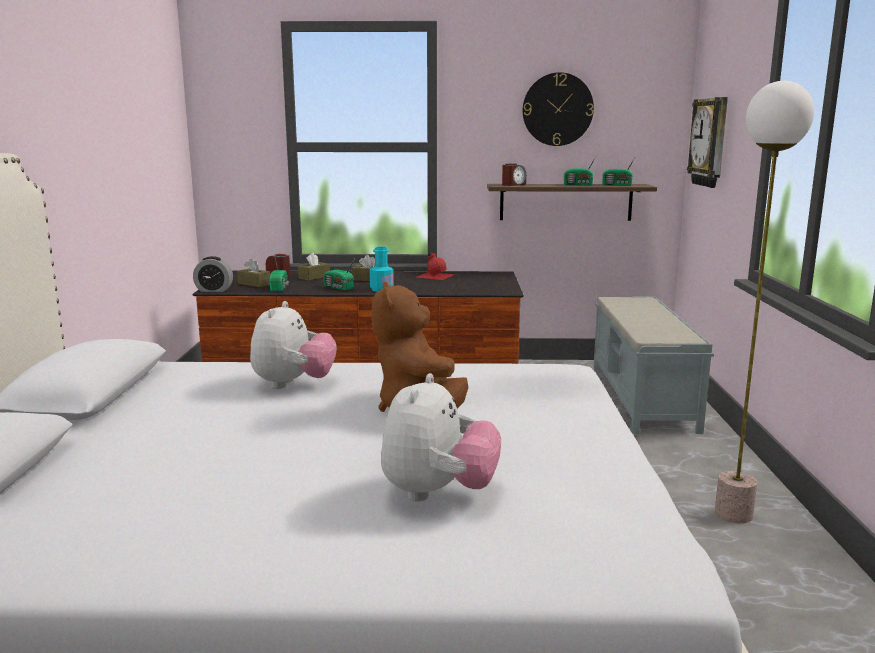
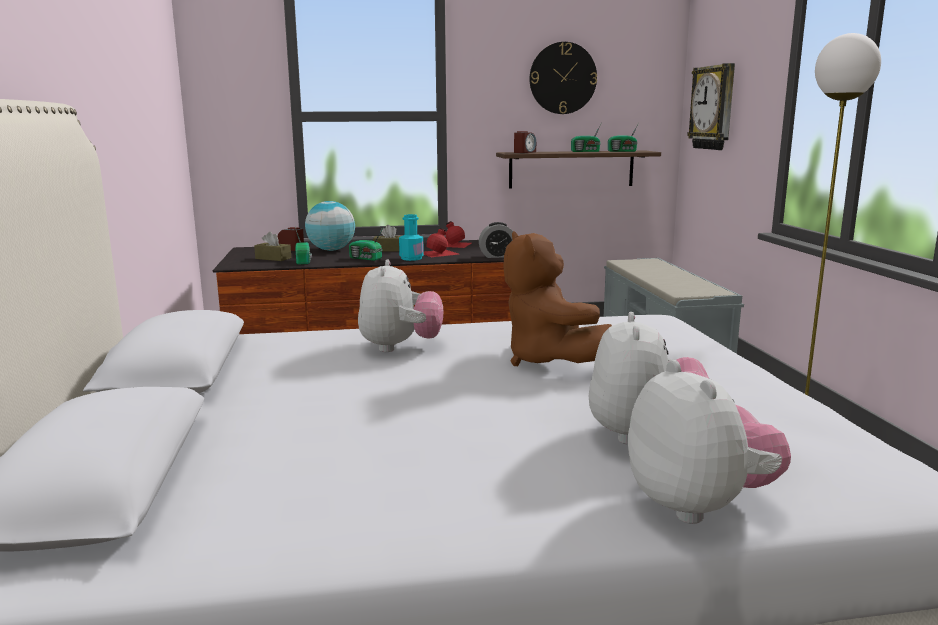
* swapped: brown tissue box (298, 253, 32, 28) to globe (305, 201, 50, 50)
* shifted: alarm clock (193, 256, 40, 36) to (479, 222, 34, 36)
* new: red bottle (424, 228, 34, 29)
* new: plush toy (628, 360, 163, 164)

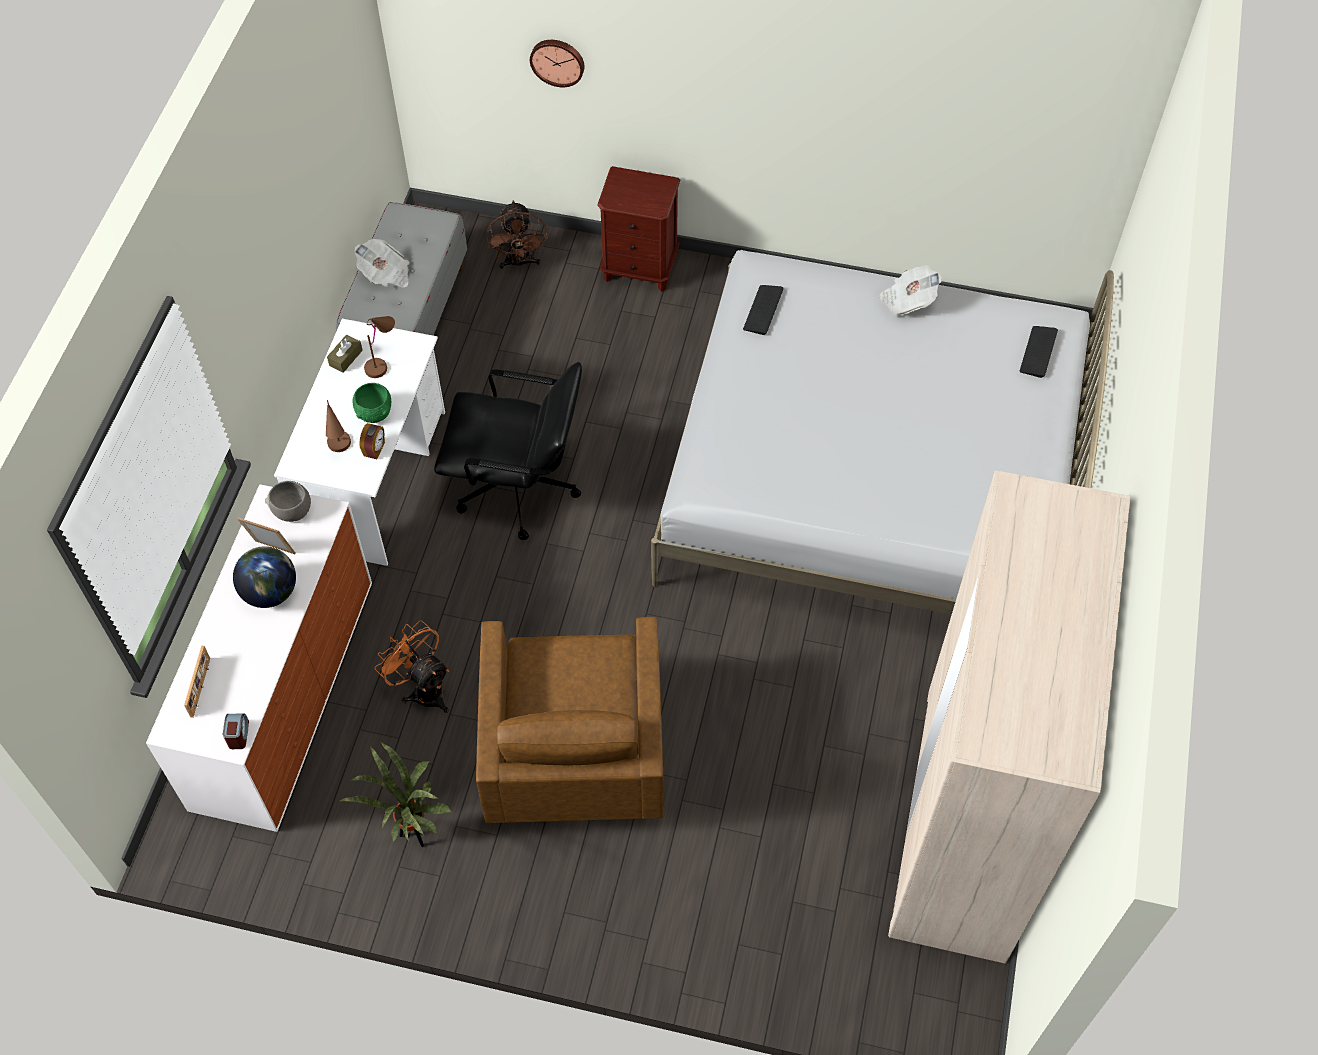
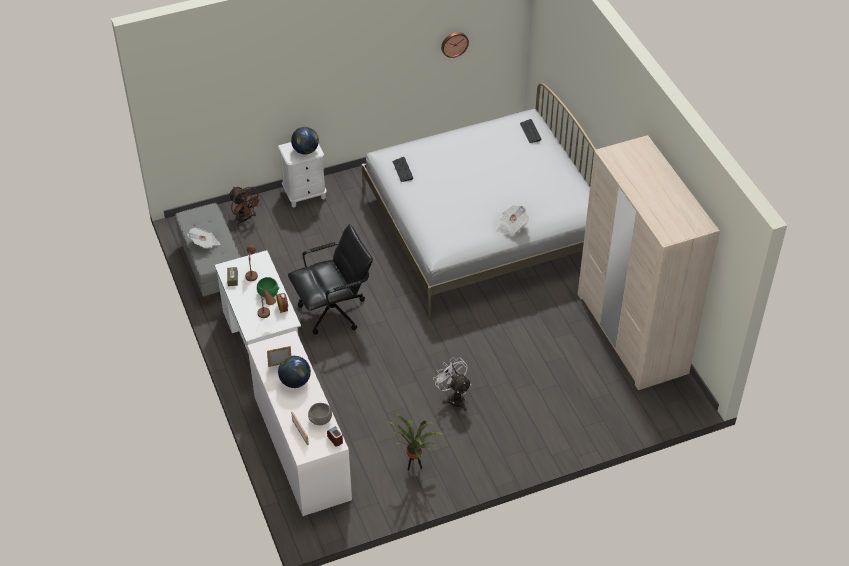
* shifted: wall clock (530, 40, 55, 47) to (441, 32, 28, 26)
* repainted: brown nightstand (597, 166, 83, 126) to white nightstand (278, 142, 49, 66)
* shifted: newspaper (879, 265, 63, 51) to (498, 205, 31, 31)
* shifted: grey bowl (265, 481, 46, 41) to (308, 403, 24, 22)
* swapped: brown armchair (476, 617, 187, 206) to white fan (433, 357, 38, 54)
* gone: orange fan (375, 620, 74, 93)
* new: globe (291, 127, 28, 27)

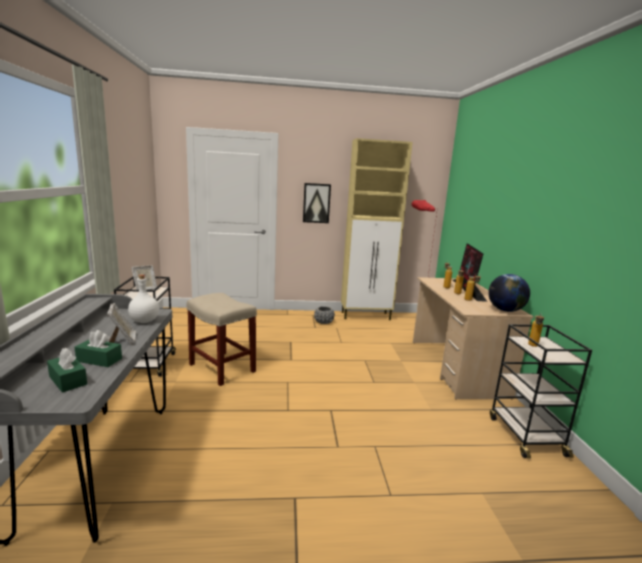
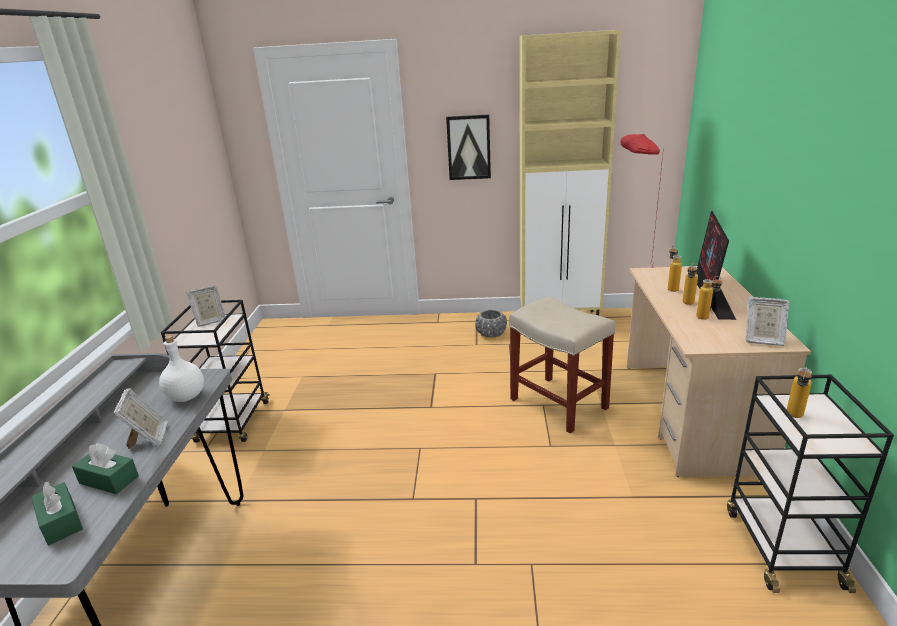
* swapped: globe (488, 274, 42, 38) to picture frame (746, 297, 43, 49)
* shifted: beige stool (187, 293, 70, 93) to (509, 297, 106, 136)

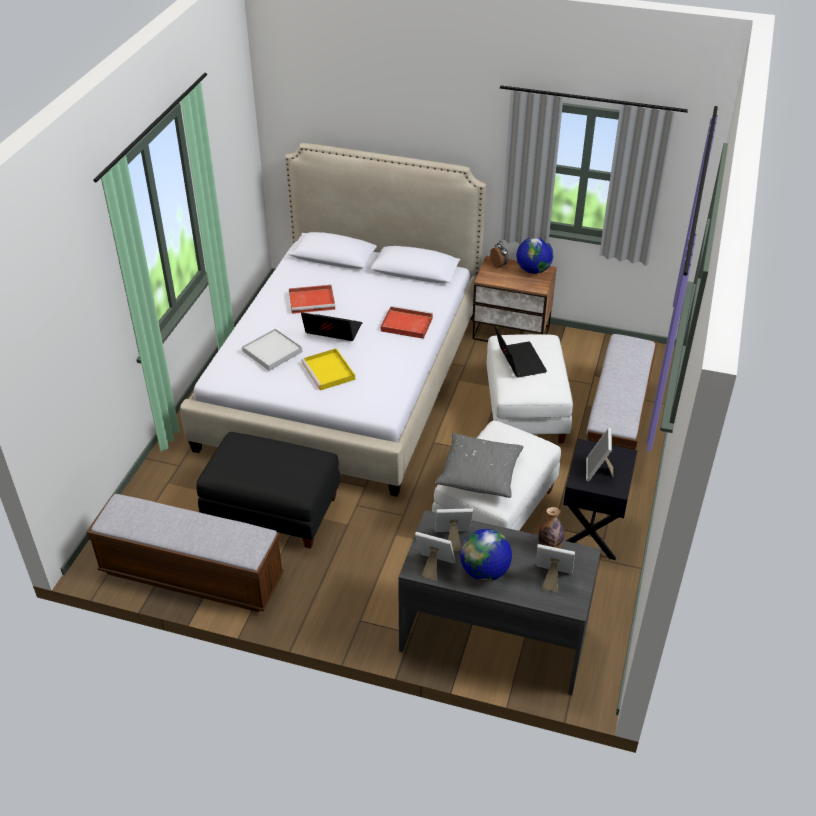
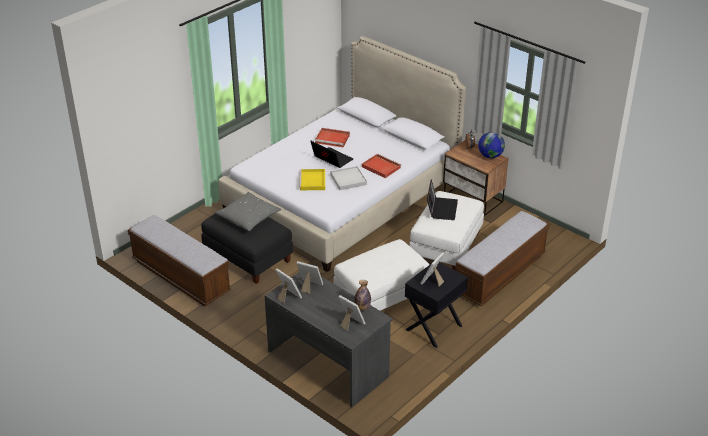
* shifted: white tray (242, 329, 60, 42) to (330, 166, 37, 24)
* shifted: grey pillow (435, 433, 89, 65) to (215, 192, 67, 39)
* gone: globe (460, 529, 52, 52)

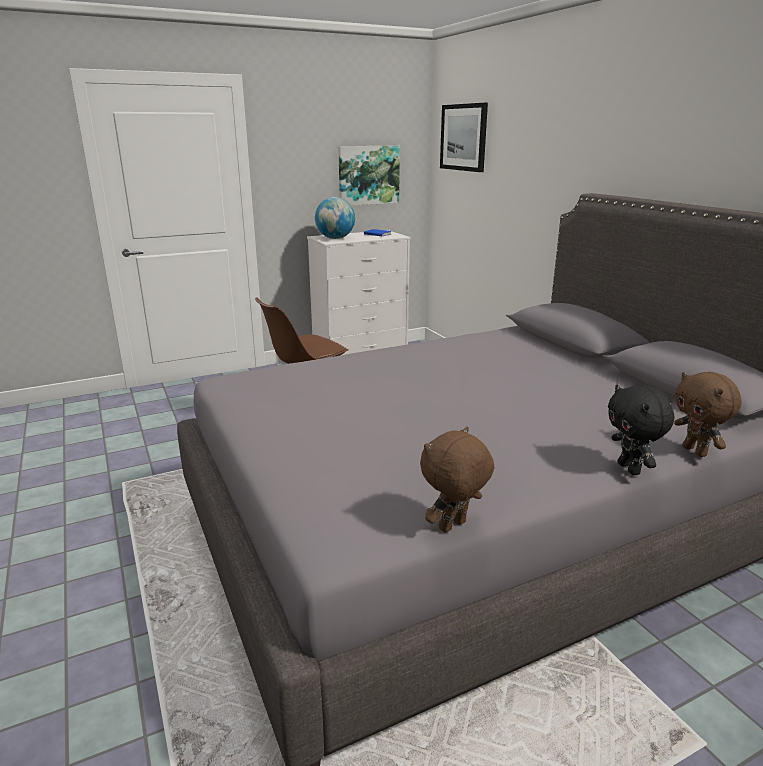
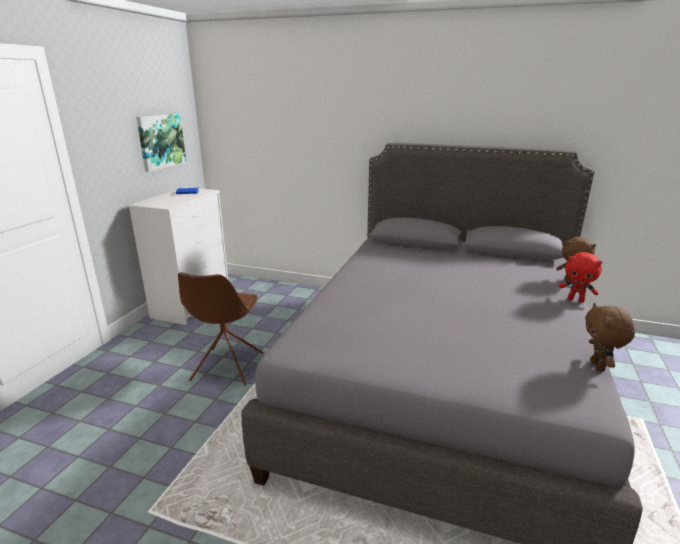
* gone: picture (440, 103, 48, 69)
* gone: globe (315, 197, 40, 42)
* repainted: black plush toy (608, 385, 66, 90) to red plush toy (559, 252, 43, 51)

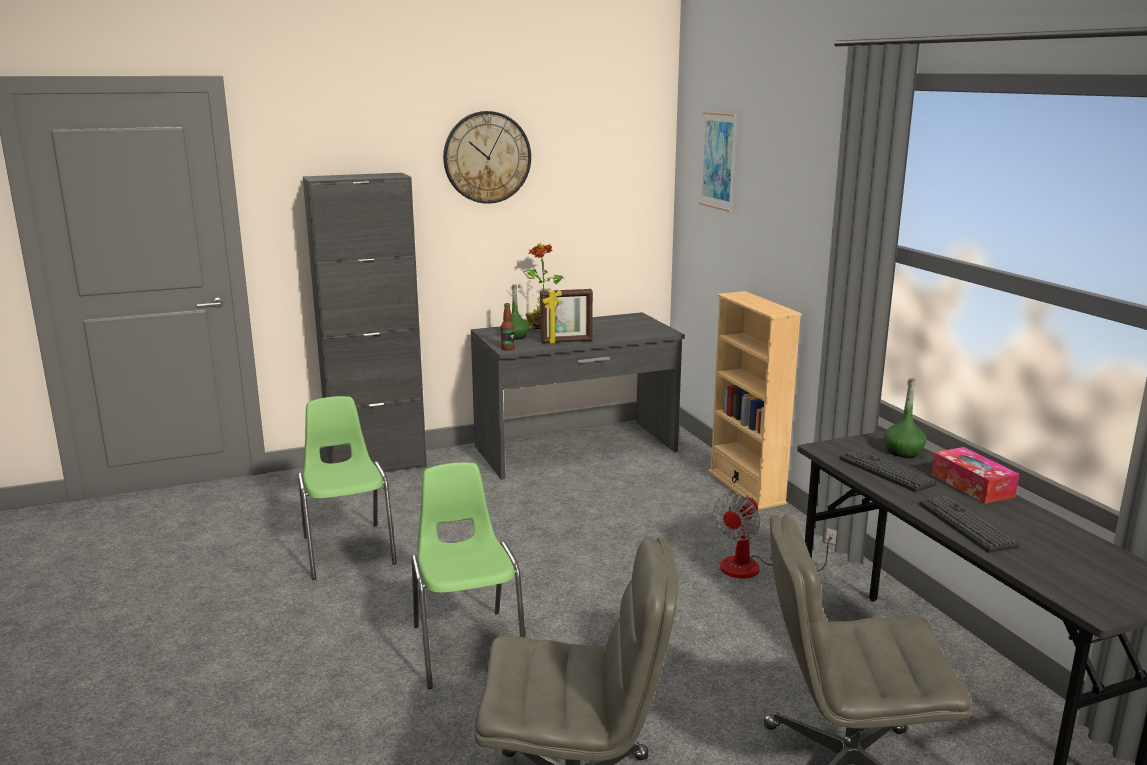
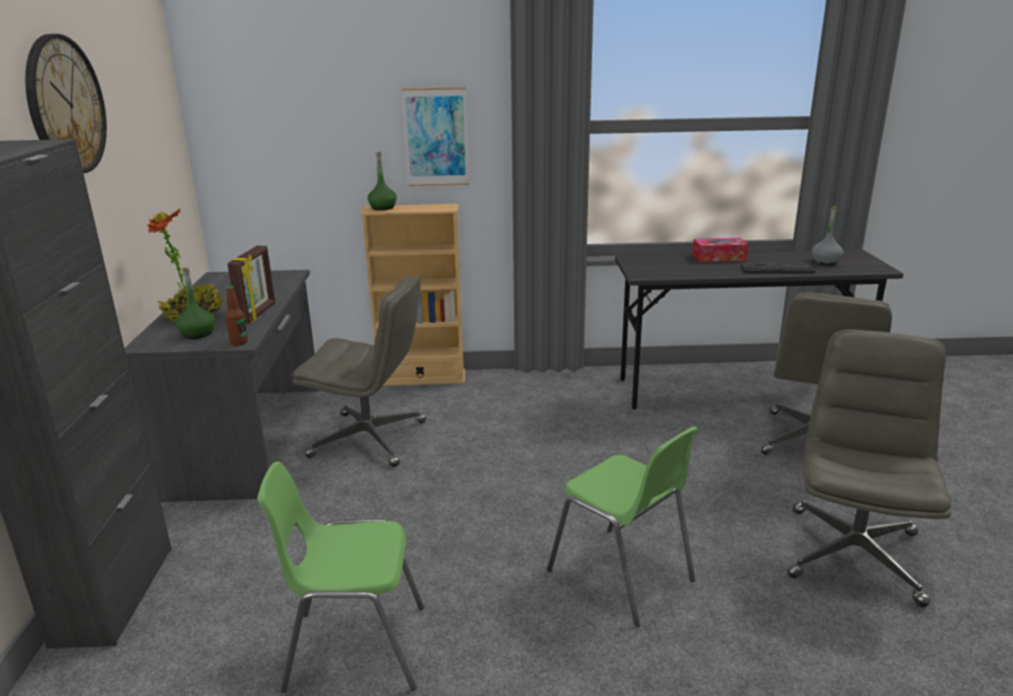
* shifted: picture (700, 112, 37, 100) to (402, 87, 67, 99)
* shifted: green bottle (884, 378, 43, 80) to (368, 152, 29, 58)
* gone: keyboard (839, 449, 97, 43)
* rotated: green chair (412, 462, 113, 227) = (547, 426, 151, 201) 135 degrees counterclockwise
* gone: fan (713, 493, 124, 86)
* new: grey bottle (811, 206, 32, 59)
* new: grey office chair (293, 275, 133, 192)

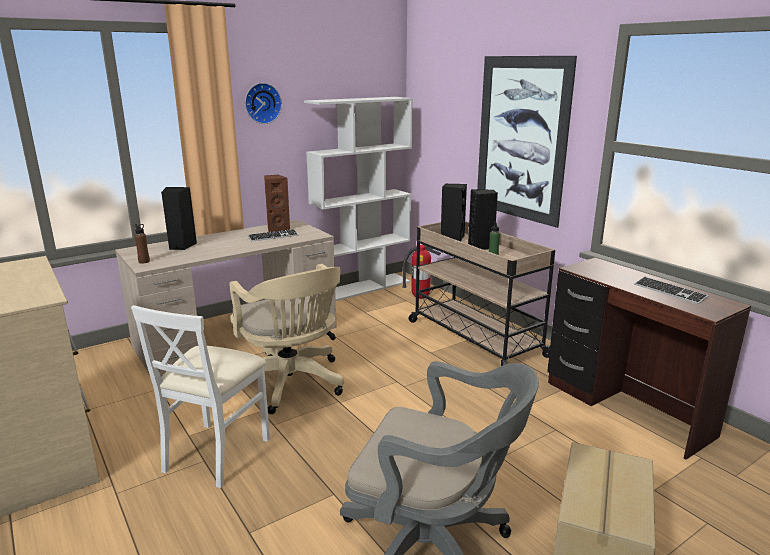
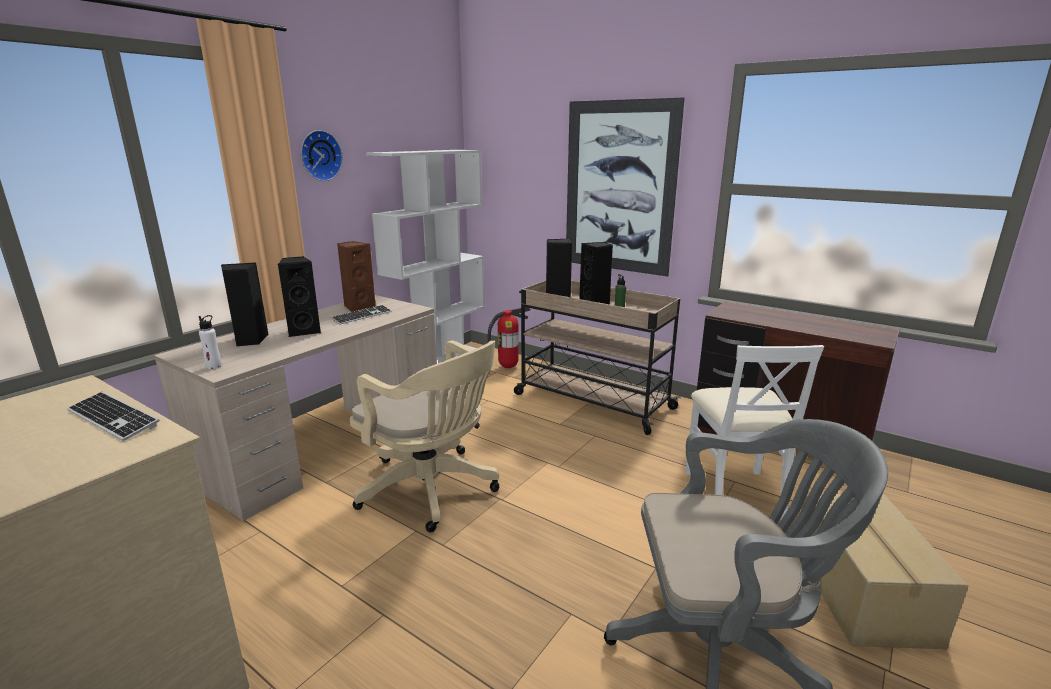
* repainted: brown bottle (135, 224, 15, 40) to white bottle (199, 315, 23, 54)
* shifted: keyboard (634, 277, 75, 27) to (67, 392, 93, 49)
* shifted: white chair (131, 305, 139, 183) to (685, 345, 139, 175)
* new: black speaker (278, 256, 43, 81)

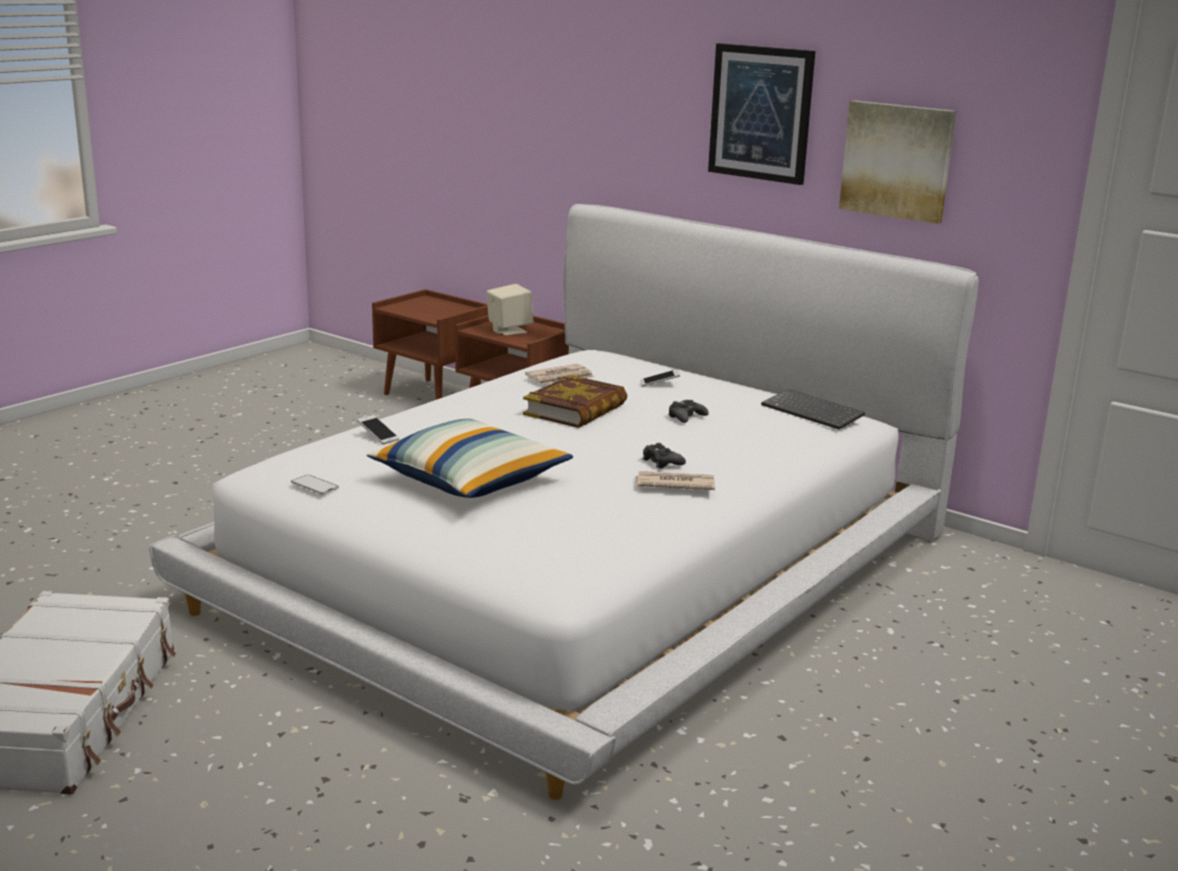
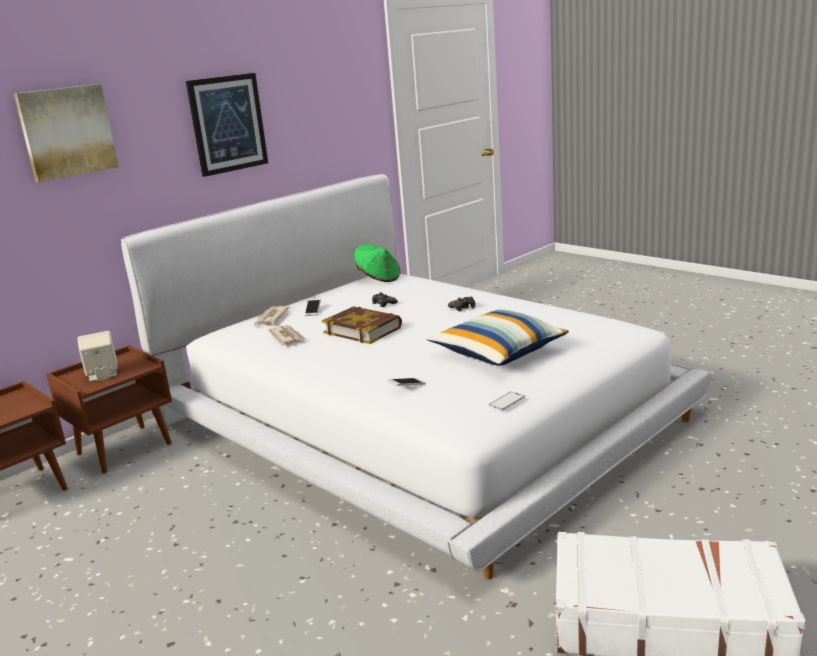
* shifted: picture (839, 100, 117, 124) to (14, 84, 105, 98)
* swapped: keyboard (761, 389, 104, 41) to green hat (353, 244, 47, 38)
* shifted: newspaper (636, 471, 79, 19) to (254, 306, 36, 20)

